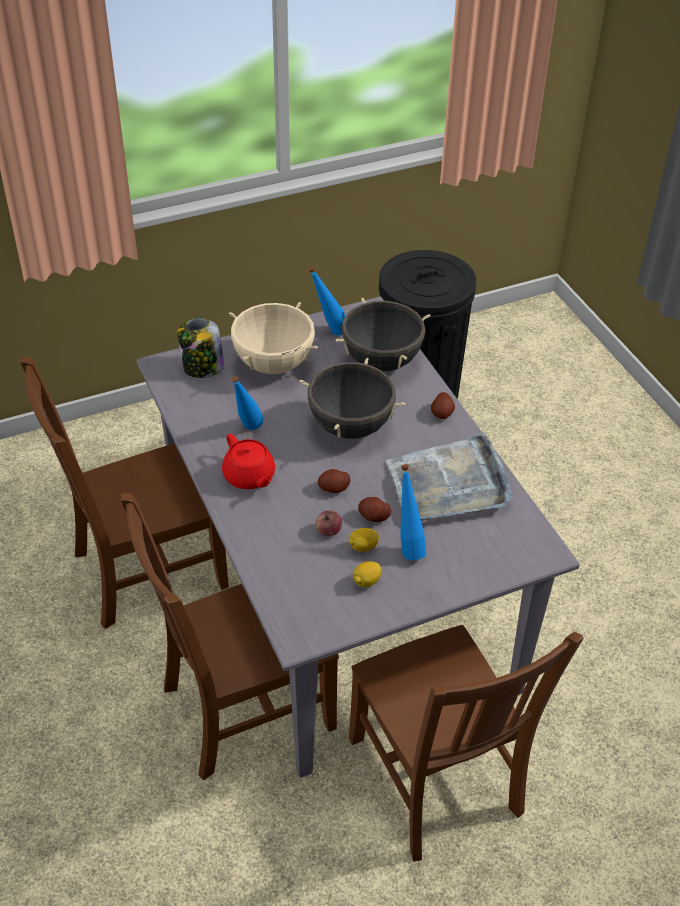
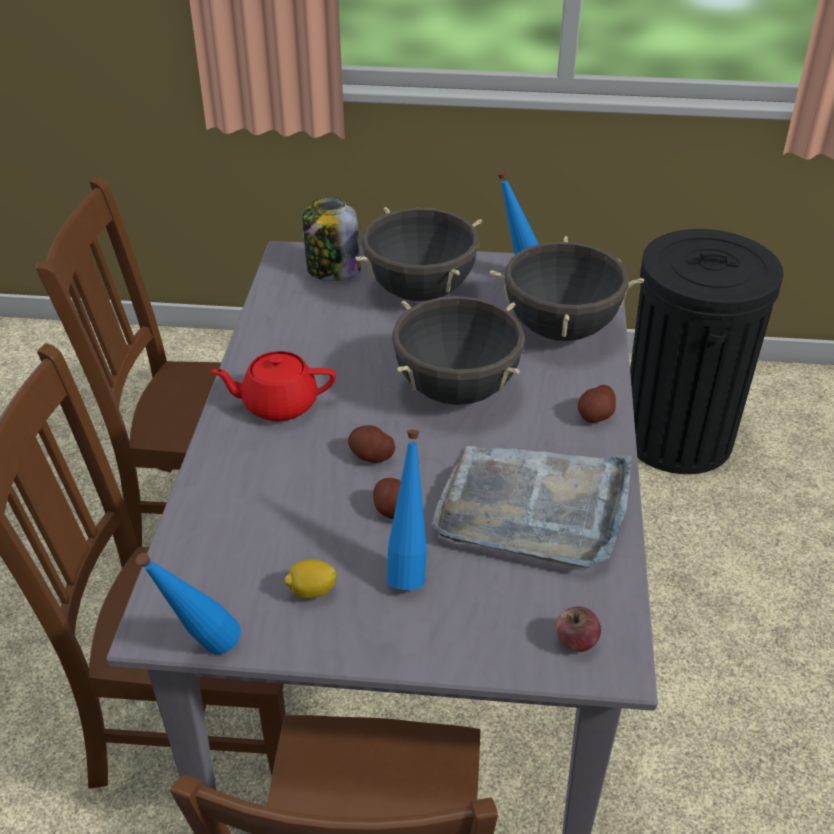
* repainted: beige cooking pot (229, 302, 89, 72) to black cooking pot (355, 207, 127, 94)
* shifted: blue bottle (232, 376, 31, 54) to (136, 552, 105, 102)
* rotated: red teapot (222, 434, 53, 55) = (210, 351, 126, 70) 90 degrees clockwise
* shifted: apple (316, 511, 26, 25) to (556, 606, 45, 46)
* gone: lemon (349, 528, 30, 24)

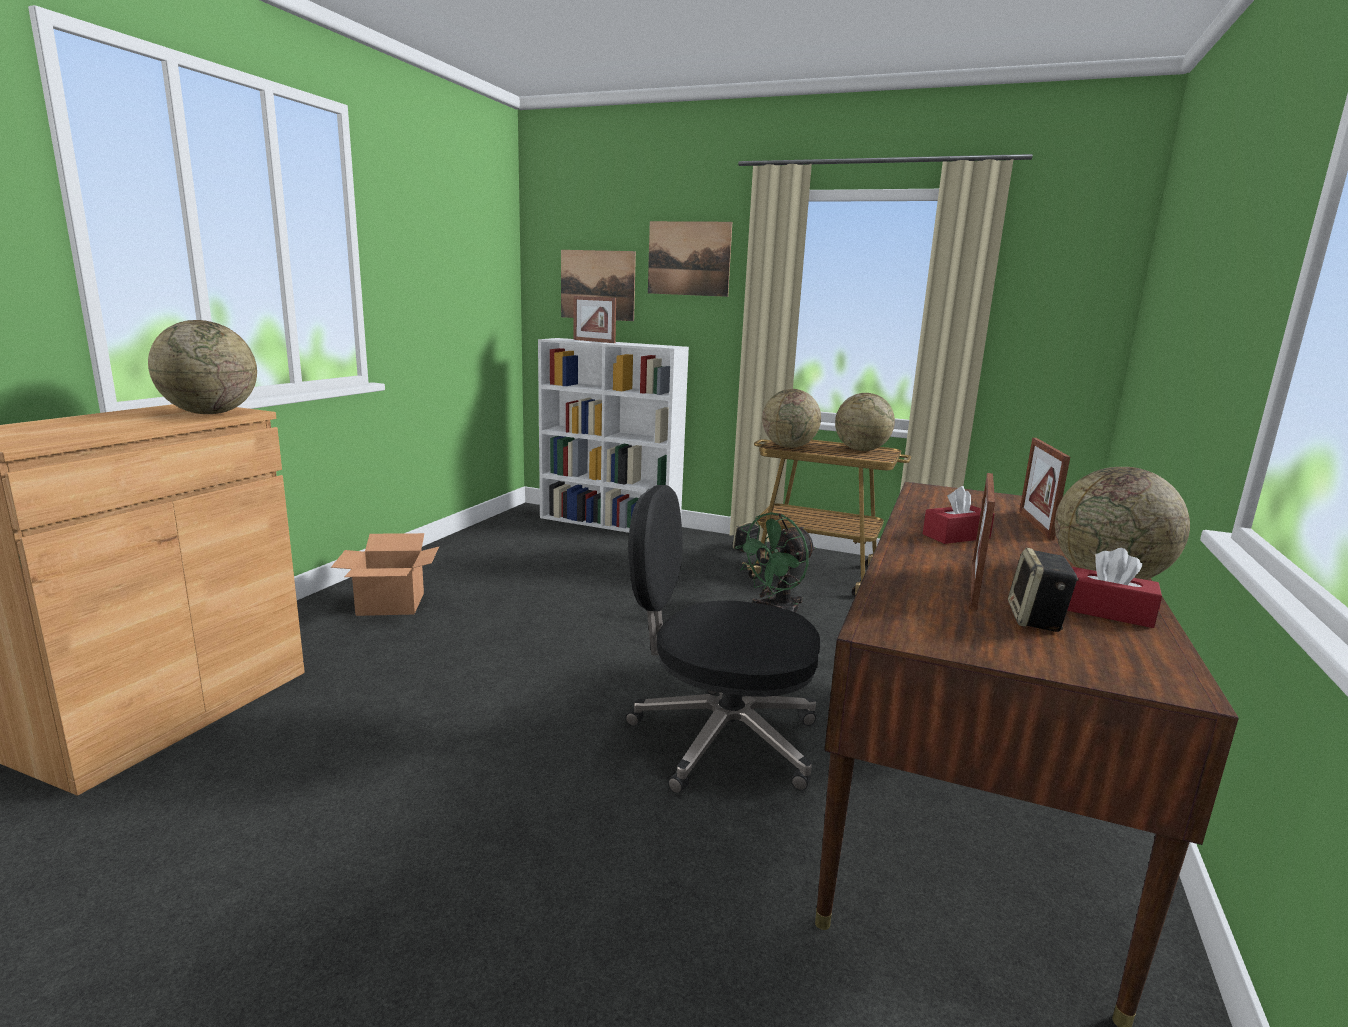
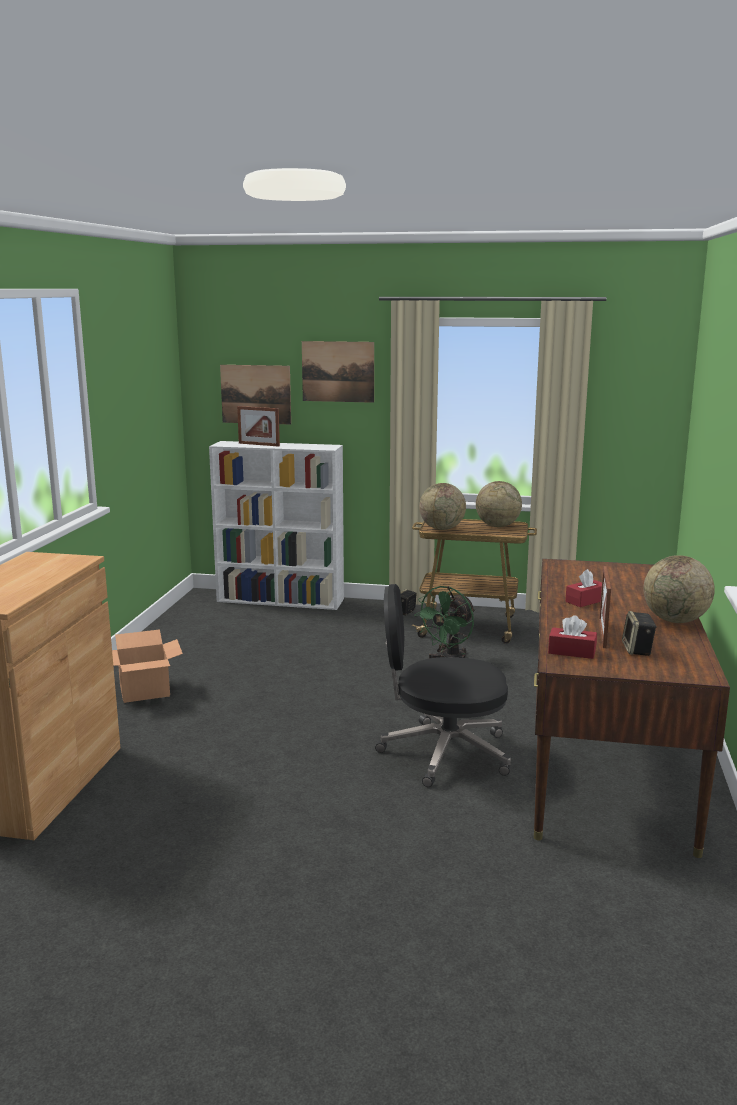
* gone: globe (148, 320, 109, 94)
* gone: picture frame (1019, 438, 51, 102)
* shifted: red tissue box (1067, 548, 95, 80) to (548, 615, 49, 44)

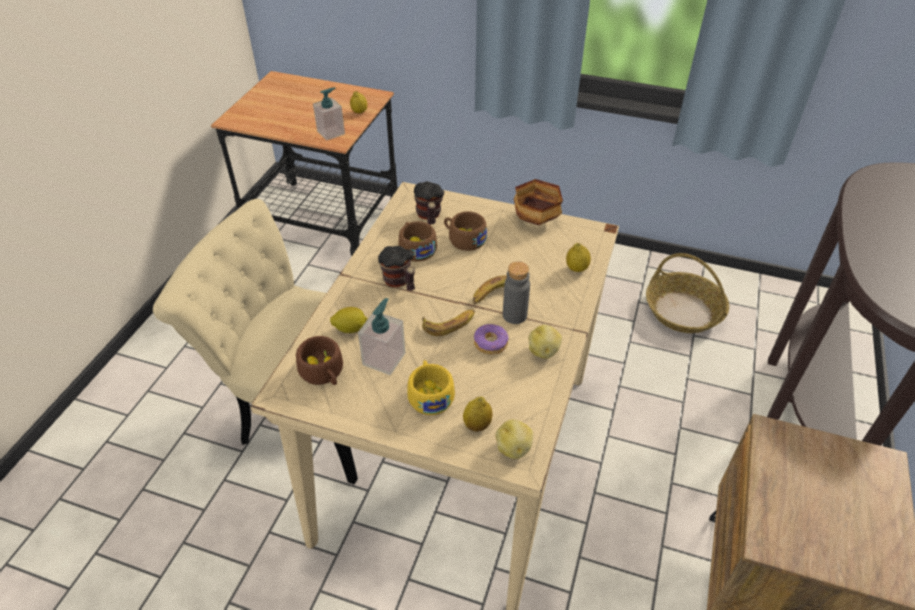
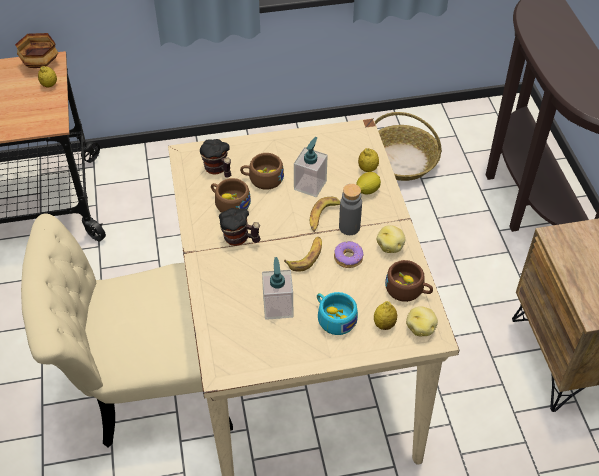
* shifted: soap dispenser (313, 87, 32, 53) to (294, 137, 34, 60)
* shifted: bowl (514, 179, 49, 46) to (15, 33, 43, 35)
* shifted: lemon (330, 307, 37, 26) to (356, 172, 25, 23)
* shifted: brown cup (296, 336, 47, 49) to (385, 260, 48, 42)
* repainted: yellow cup (407, 360, 48, 55) to turquoise cup (317, 292, 41, 43)

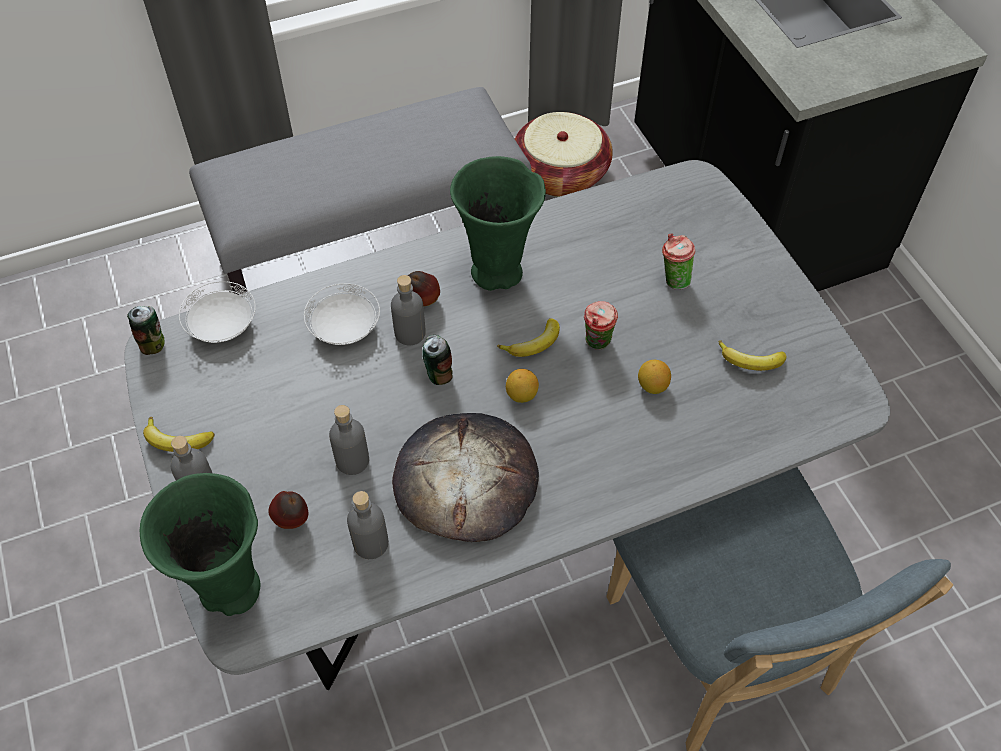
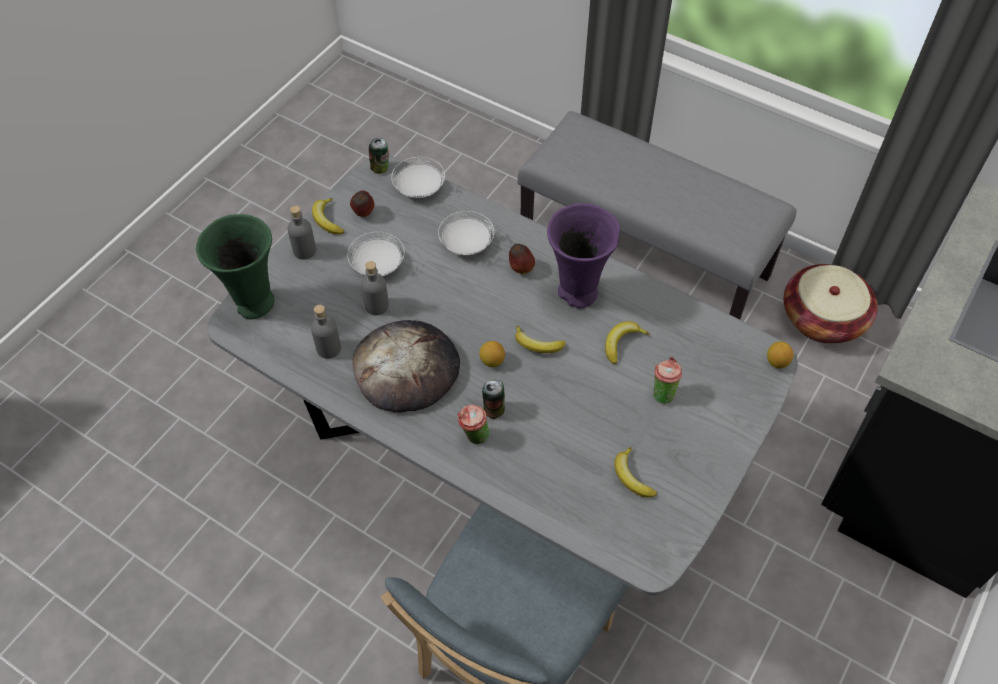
* repainted: green vase (450, 156, 96, 135) to purple vase (547, 203, 73, 105)
* gone: grey bottle (391, 275, 35, 70)
* shifted: cup (584, 301, 34, 49) to (457, 405, 32, 39)
* shifted: can (422, 335, 31, 50) to (482, 379, 23, 40)
* shifted: lemon (638, 360, 33, 34) to (767, 341, 27, 27)
* shifted: apple (268, 491, 40, 38) to (350, 191, 24, 26)
* new: white plate (347, 232, 58, 44)
* new: banana (605, 321, 45, 43)

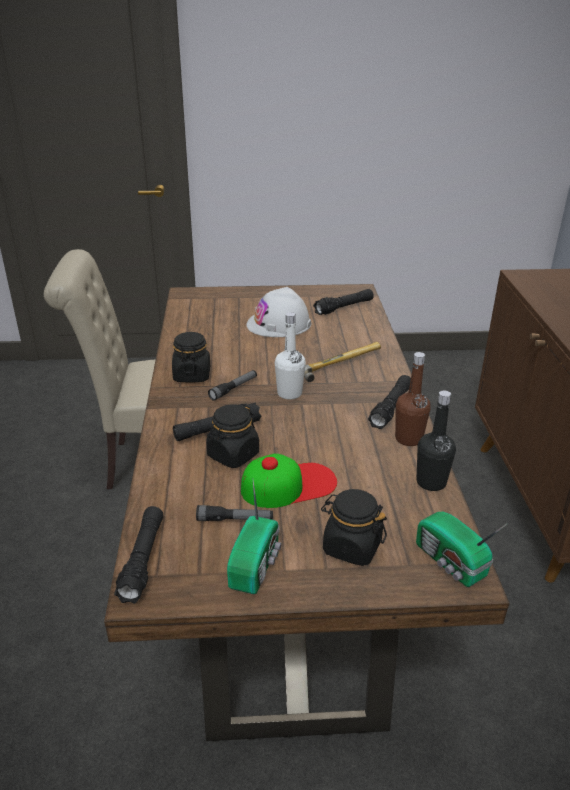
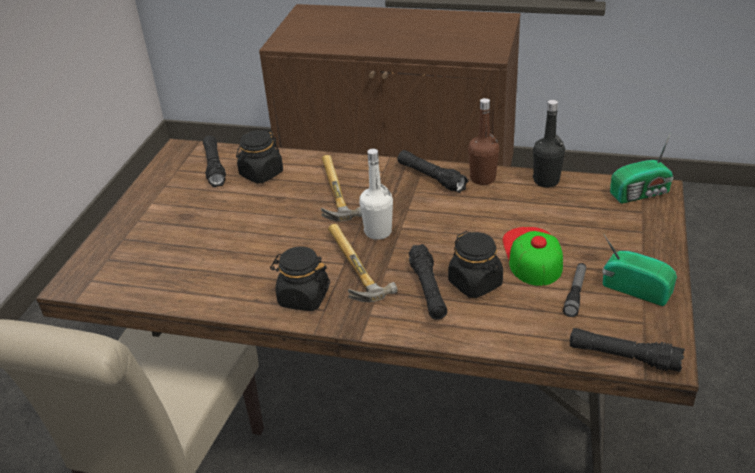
* gone: white hard hat (246, 287, 65, 50)
* swapped: flashlight (208, 370, 49, 31) to hammer (328, 224, 70, 78)
* shifted: black jar (321, 489, 66, 77) to (236, 129, 47, 55)

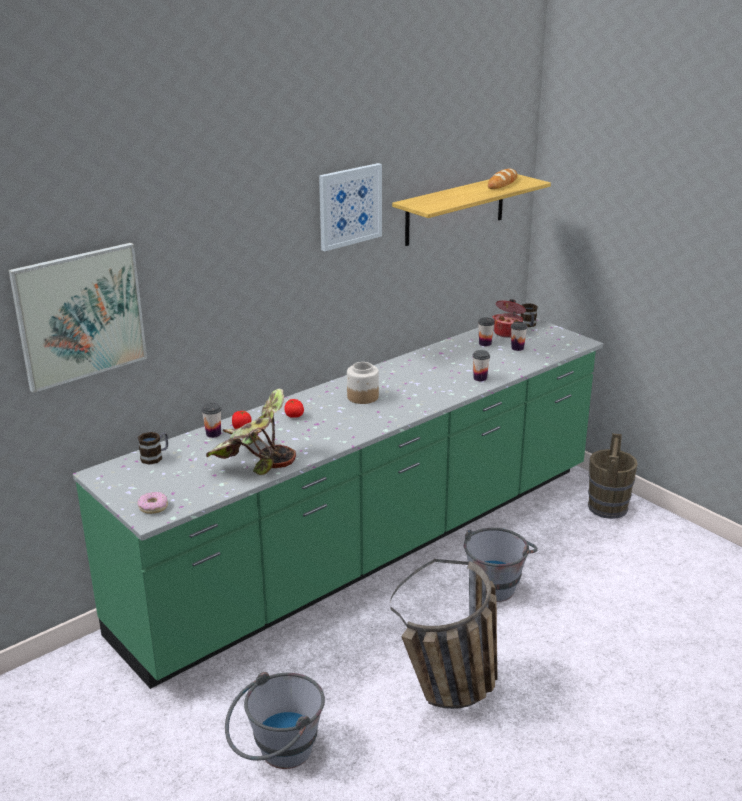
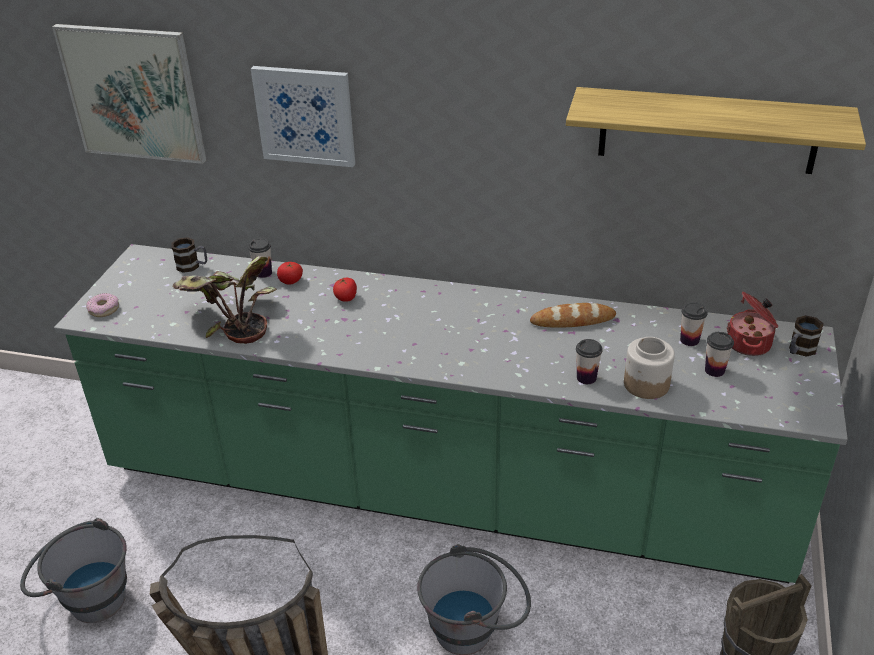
* shifted: picture (319, 163, 63, 88) to (251, 66, 104, 101)
* shifted: bread (488, 169, 29, 20) to (530, 303, 86, 25)
* shifted: jar (347, 362, 32, 42) to (624, 337, 51, 62)

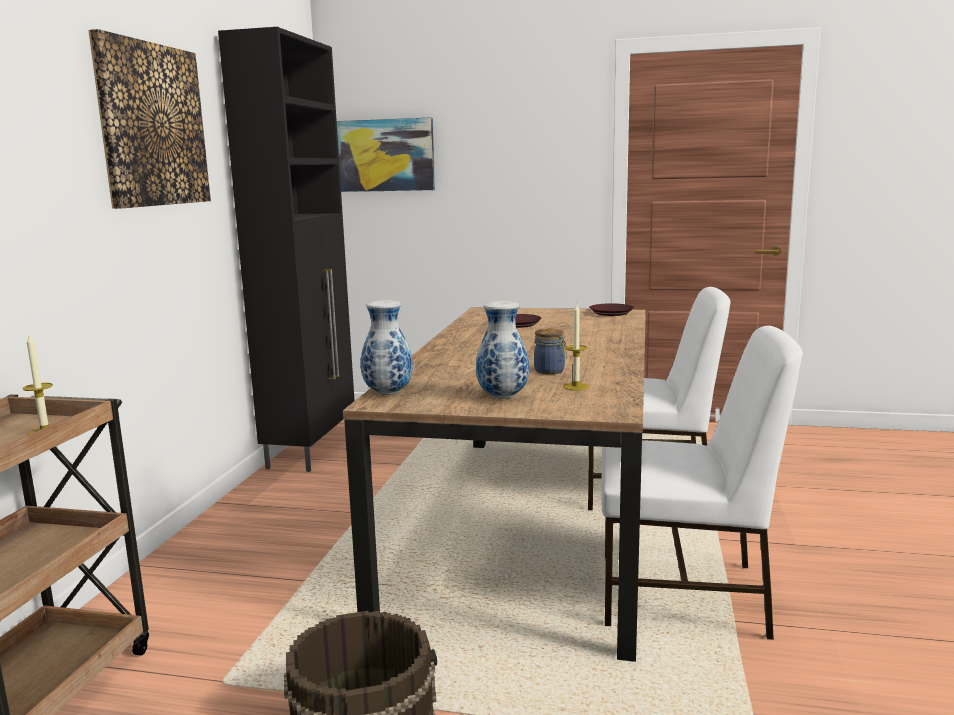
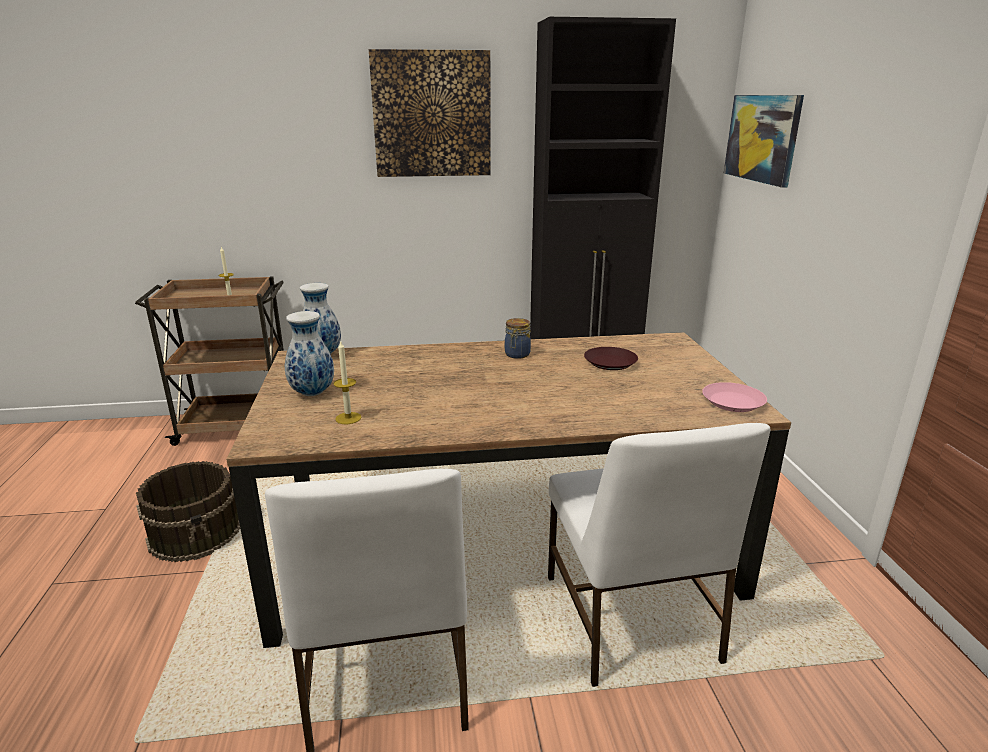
* repainted: brown plate (589, 303, 45, 13) to pink plate (702, 382, 65, 30)
* shifted: jar (534, 328, 33, 46) to (505, 318, 26, 41)

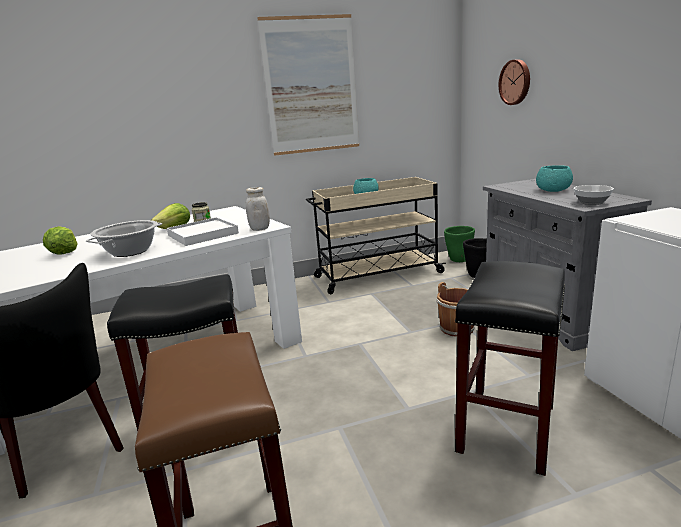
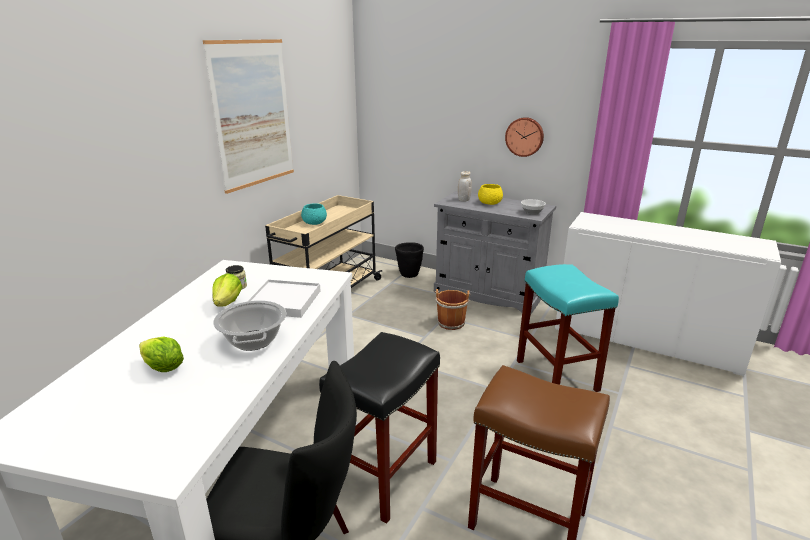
* shifted: wall clock (499, 59, 31, 46) to (505, 117, 39, 40)
* repainted: turquoise bowl (536, 165, 37, 27) to yellow bowl (478, 184, 25, 21)
* shifted: white jar (246, 187, 24, 44) to (458, 171, 14, 30)
* gone: green planter (444, 226, 31, 36)
* repainted: black stool (455, 261, 110, 215) to turquoise stool (517, 264, 102, 128)

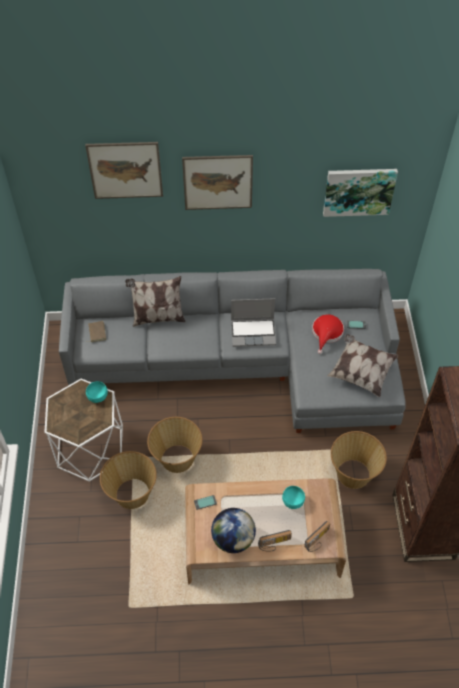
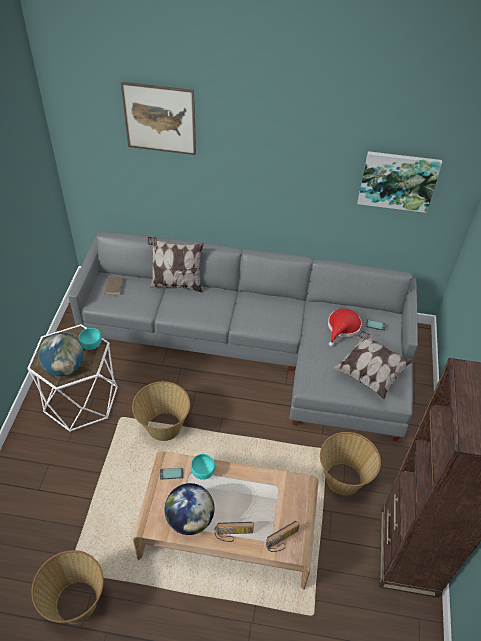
* gone: picture (182, 155, 71, 55)
* gone: laptop (231, 298, 45, 49)
* shifted: basket (100, 451, 57, 58) to (31, 550, 73, 74)
* shifted: turquoise bowl (282, 486, 23, 23) to (191, 454, 24, 26)
* new: globe (38, 333, 46, 43)

